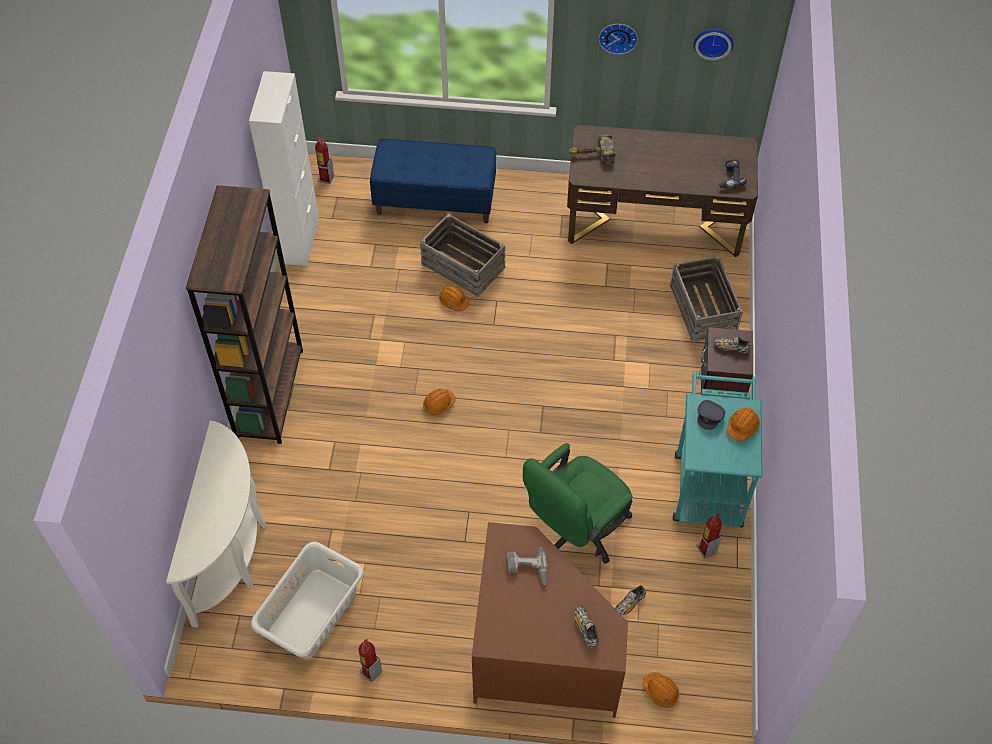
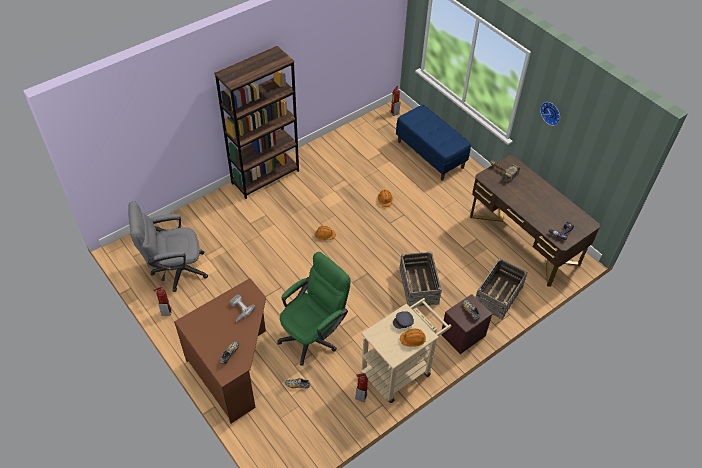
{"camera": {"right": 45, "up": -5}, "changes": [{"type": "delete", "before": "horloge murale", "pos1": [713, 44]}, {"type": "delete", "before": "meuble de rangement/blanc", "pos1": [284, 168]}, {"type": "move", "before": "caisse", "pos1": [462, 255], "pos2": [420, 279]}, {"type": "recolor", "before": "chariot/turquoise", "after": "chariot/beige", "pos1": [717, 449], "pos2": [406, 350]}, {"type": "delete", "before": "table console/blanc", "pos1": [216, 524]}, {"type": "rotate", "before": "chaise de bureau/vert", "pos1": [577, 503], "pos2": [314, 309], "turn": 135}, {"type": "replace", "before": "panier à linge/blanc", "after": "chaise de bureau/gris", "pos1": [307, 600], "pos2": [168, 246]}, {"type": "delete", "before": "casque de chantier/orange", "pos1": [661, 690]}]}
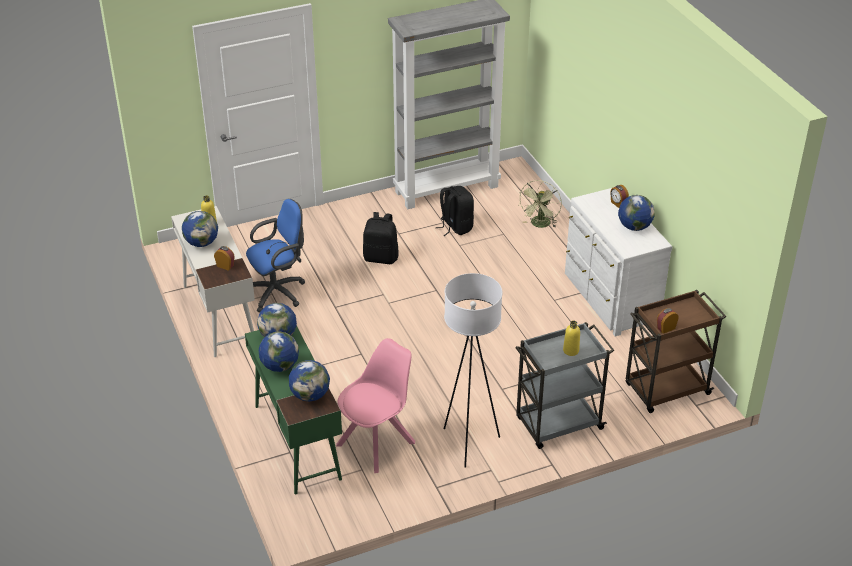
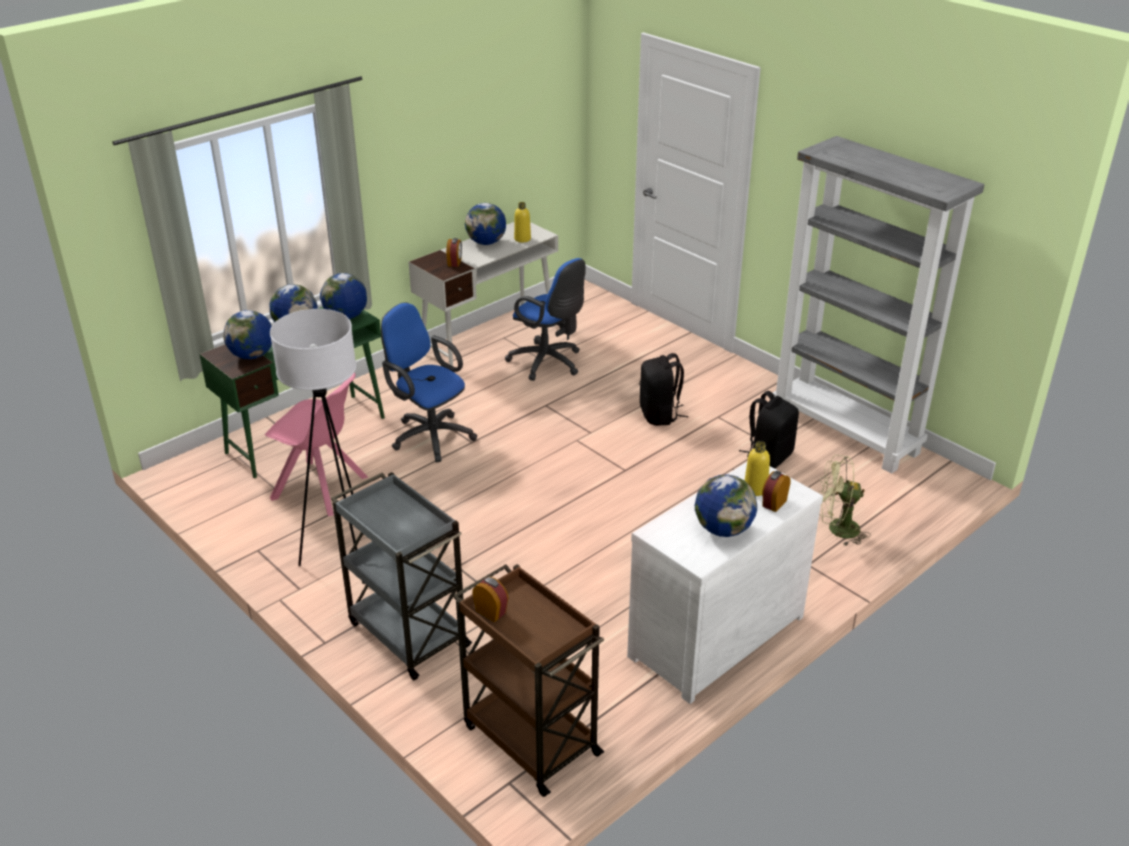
{"camera": {"right": 70, "up": -5}, "changes": [{"type": "move", "before": "bouteille/jaune", "pos1": [571, 338], "pos2": [757, 468]}, {"type": "insert", "after": "chaise de bureau/bleu", "pos2": [429, 382]}]}
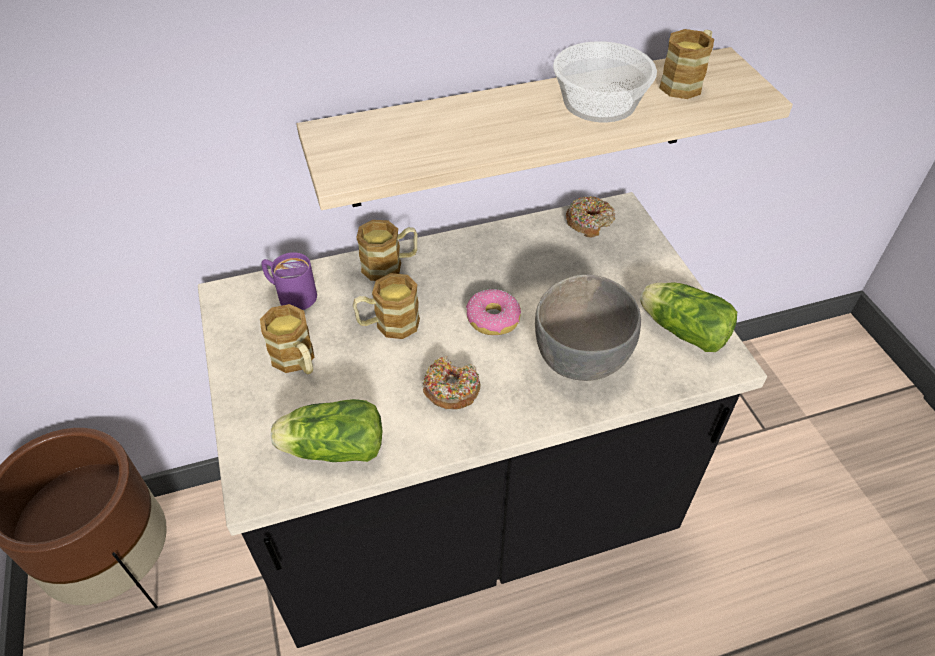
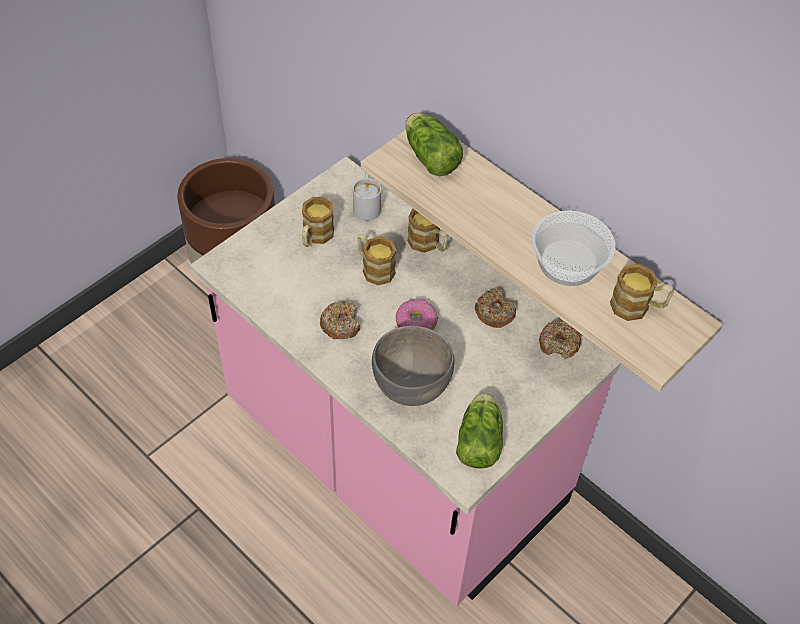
{"camera": {"right": 60, "up": 5}, "changes": [{"type": "recolor", "before": "comptoir de cuisine/noir", "after": "comptoir de cuisine/rose", "pos1": [482, 420], "pos2": [405, 382]}, {"type": "recolor", "before": "mug/violet", "after": "mug/blanc", "pos1": [289, 281], "pos2": [367, 197]}, {"type": "move", "before": "laitue", "pos1": [327, 430], "pos2": [434, 144]}, {"type": "insert", "after": "beignet", "pos2": [495, 308]}]}
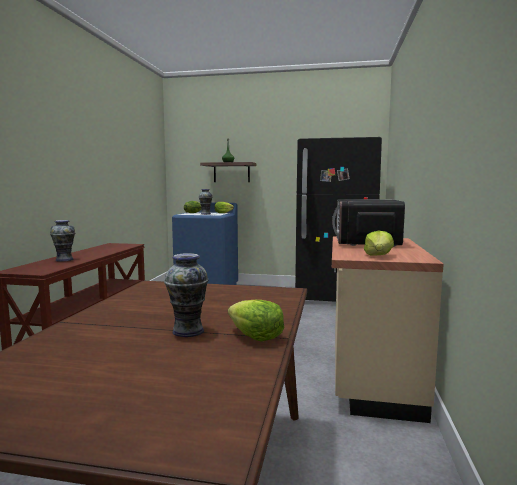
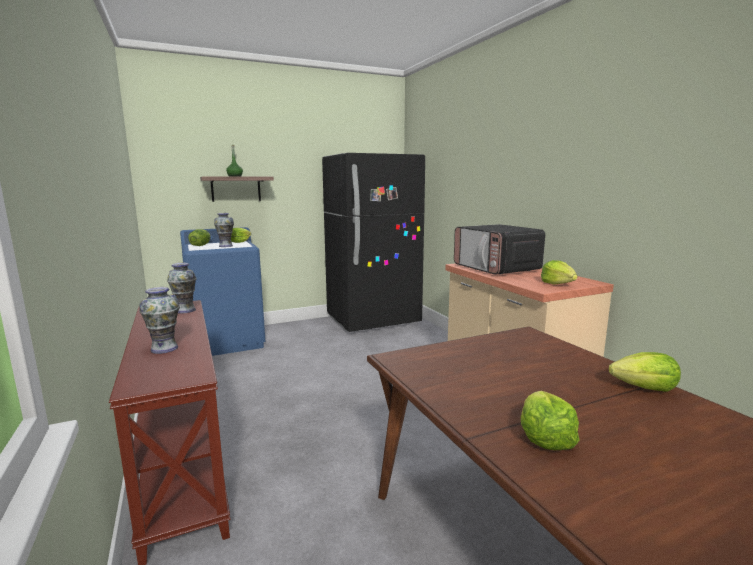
{"camera": {"right": -35, "up": 5}, "changes": [{"type": "move", "before": "vase", "pos1": [186, 295], "pos2": [182, 288]}, {"type": "insert", "after": "laitue", "pos2": [550, 420]}]}
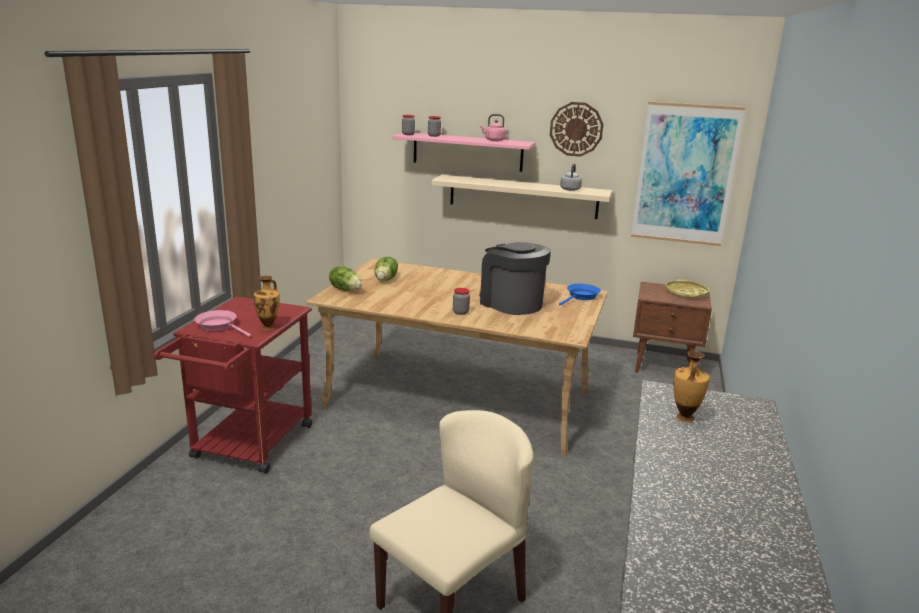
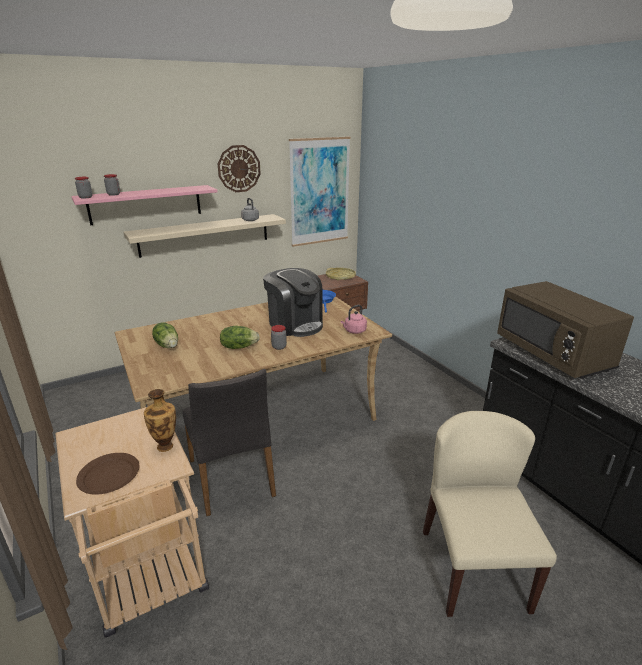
{"camera": {"right": -45, "up": 5}, "changes": [{"type": "move", "before": "bouilloire/rose", "pos1": [493, 127], "pos2": [354, 319]}, {"type": "rotate", "before": "machine à café", "pos1": [515, 278], "pos2": [293, 302], "turn": -135}, {"type": "move", "before": "laitue", "pos1": [345, 279], "pos2": [240, 337]}, {"type": "recolor", "before": "chariot/rouge", "after": "chariot/beige", "pos1": [233, 384], "pos2": [132, 522]}, {"type": "replace", "before": "poêle/rose", "after": "assiette/marron", "pos1": [223, 323], "pos2": [107, 473]}, {"type": "replace", "before": "vase", "after": "micro-ondes/marron", "pos1": [691, 386], "pos2": [565, 330]}, {"type": "insert", "after": "chaise/gris", "pos2": [229, 442]}]}
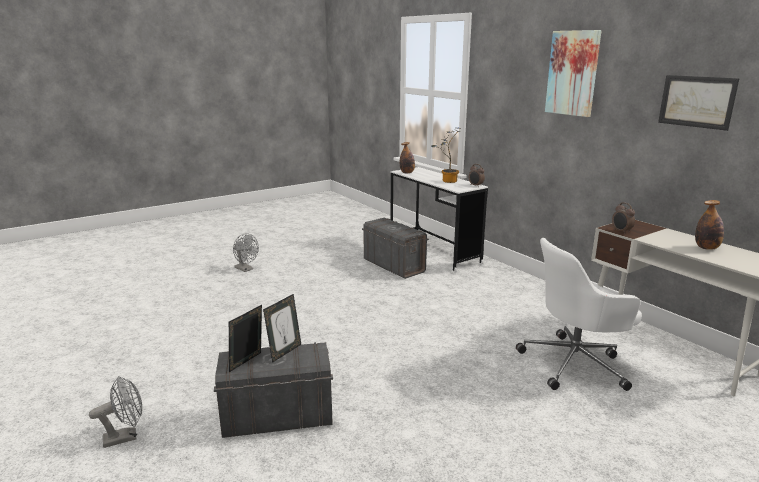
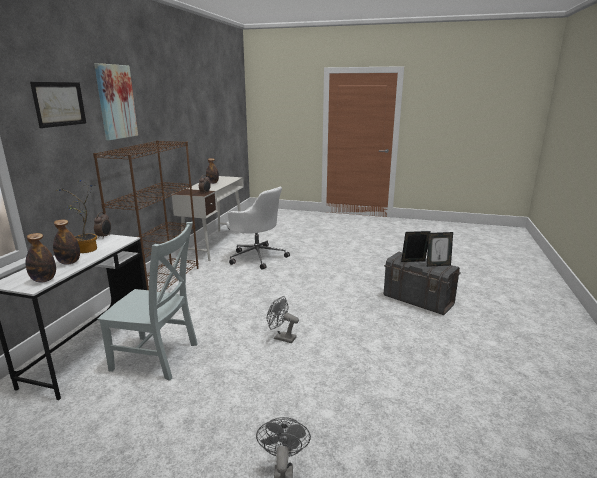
{"camera": {"right": -130, "up": 0}, "changes": [{"type": "move", "before": "tableau", "pos1": [699, 103], "pos2": [58, 105]}, {"type": "replace", "before": "boîte de rangement/gris", "after": "chaise/gris", "pos1": [395, 248], "pos2": [147, 301]}, {"type": "move", "before": "ventilateur/gris", "pos1": [115, 412], "pos2": [283, 319]}, {"type": "insert", "after": "bibliothèque/marron", "pos2": [146, 216]}, {"type": "insert", "after": "bouteille", "pos2": [66, 242]}]}
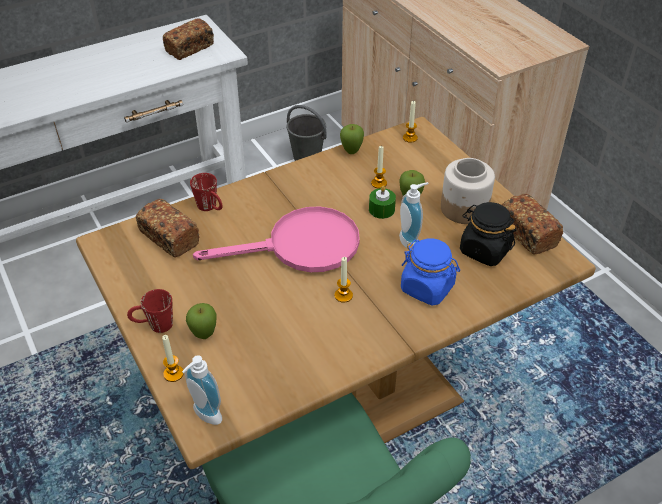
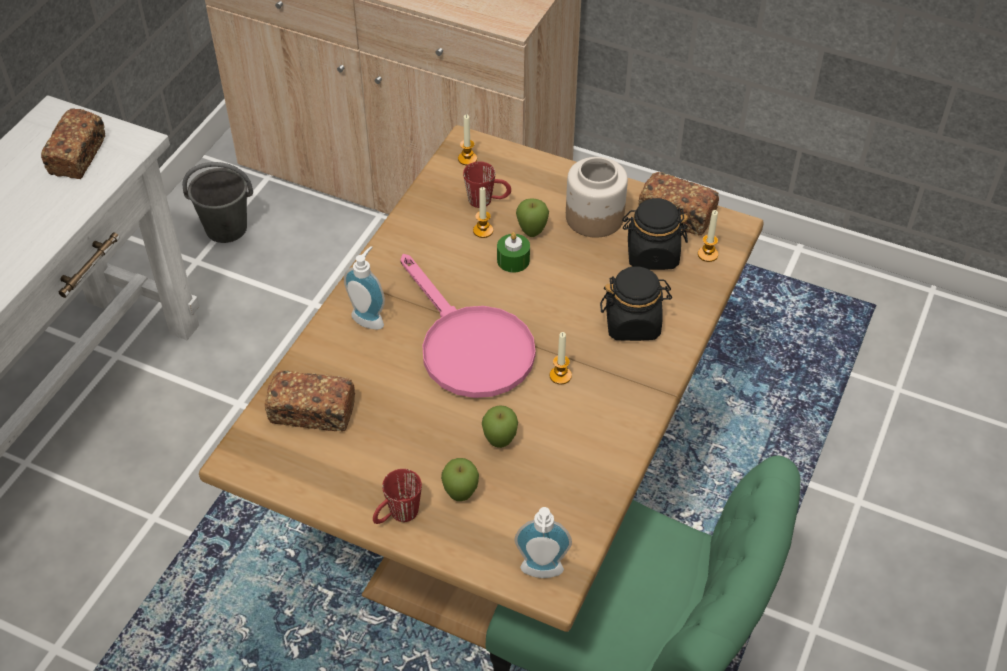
{"camera": {"right": -35, "up": 5}, "changes": [{"type": "move", "before": "pomme", "pos1": [352, 139], "pos2": [500, 426]}, {"type": "move", "before": "mug/rouge", "pos1": [206, 192], "pos2": [487, 184]}, {"type": "move", "before": "distributeur de savon", "pos1": [414, 215], "pos2": [364, 288]}, {"type": "rotate", "before": "poêle/rose", "pos1": [276, 239], "pos2": [468, 326], "turn": 105}, {"type": "recolor", "before": "bocal/bleu", "after": "bocal/noir", "pos1": [430, 272], "pos2": [636, 303]}, {"type": "move", "before": "bougie", "pos1": [173, 358], "pos2": [708, 236]}]}
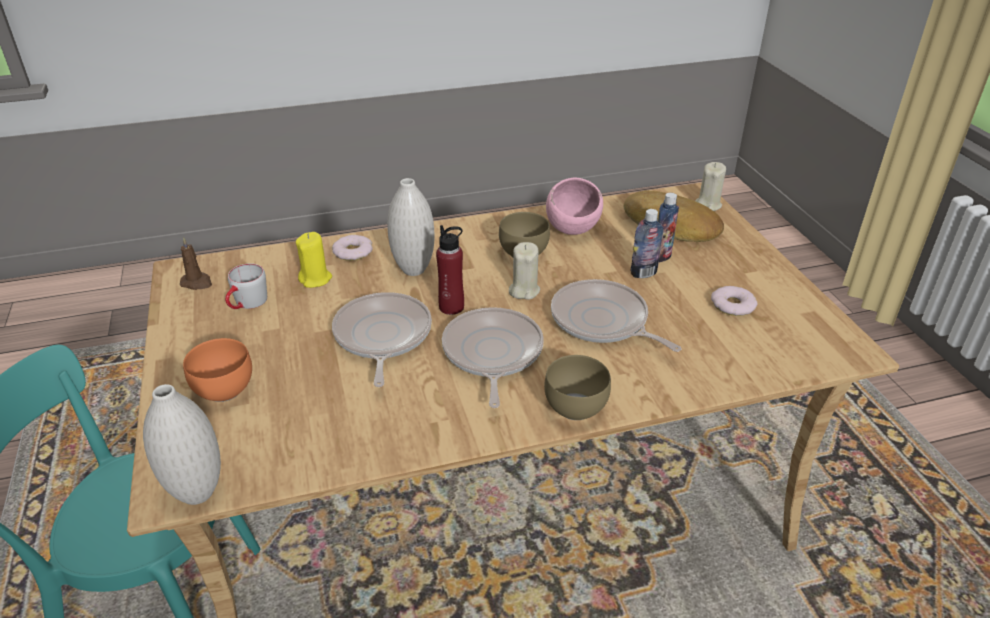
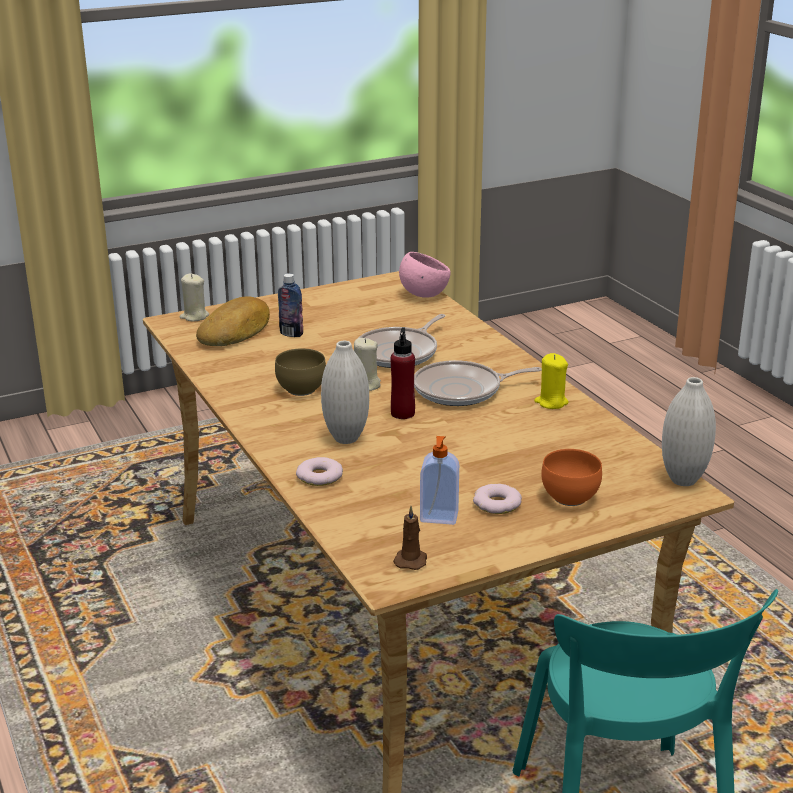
{"camera": {"right": -100, "up": -10}, "changes": [{"type": "move", "before": "bol/rose", "pos1": [574, 206], "pos2": [424, 275]}, {"type": "delete", "before": "bouteille", "pos1": [647, 243]}, {"type": "move", "before": "bougie/jaune", "pos1": [314, 260], "pos2": [551, 381]}, {"type": "replace", "before": "mug/gris", "after": "distributeur de savon", "pos1": [246, 286], "pos2": [439, 480]}, {"type": "move", "before": "beignet", "pos1": [734, 301], "pos2": [497, 499]}, {"type": "delete", "before": "poêle", "pos1": [382, 339]}, {"type": "delete", "before": "bol/marron", "pos1": [577, 387]}]}
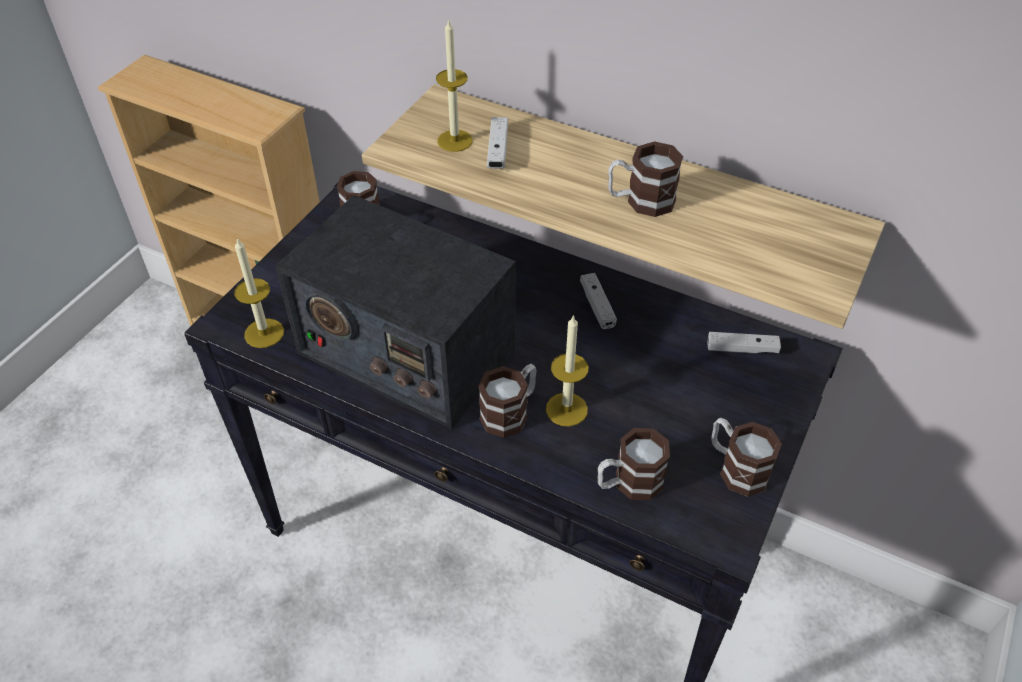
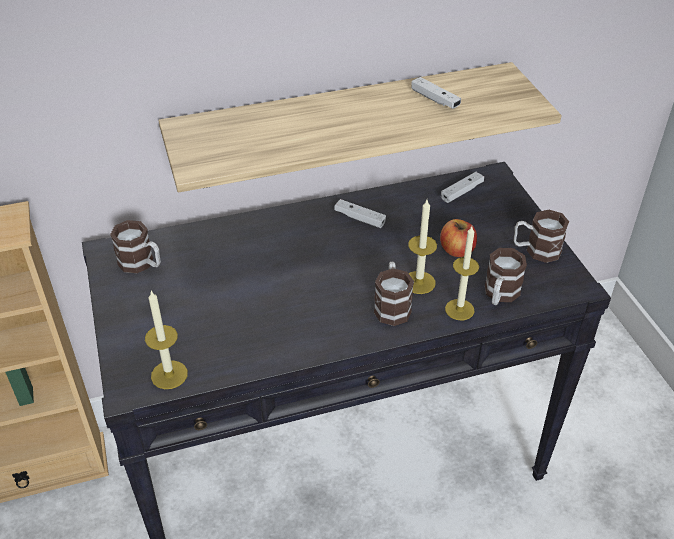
{"camera": {"right": -45, "up": -5}, "changes": [{"type": "move", "before": "bougie", "pos1": [454, 85], "pos2": [462, 273]}, {"type": "move", "before": "manette/blanc", "pos1": [497, 143], "pos2": [436, 93]}, {"type": "delete", "before": "mug", "pos1": [645, 179]}, {"type": "delete", "before": "radio", "pos1": [396, 312]}, {"type": "insert", "after": "pomme", "pos2": [458, 238]}]}
